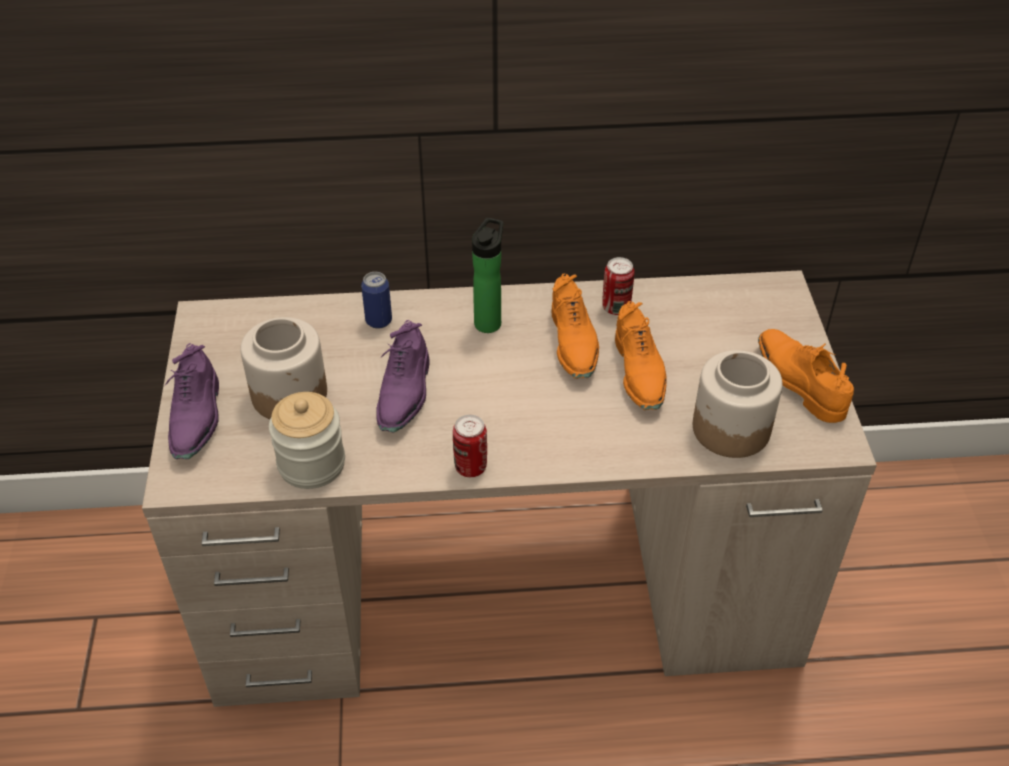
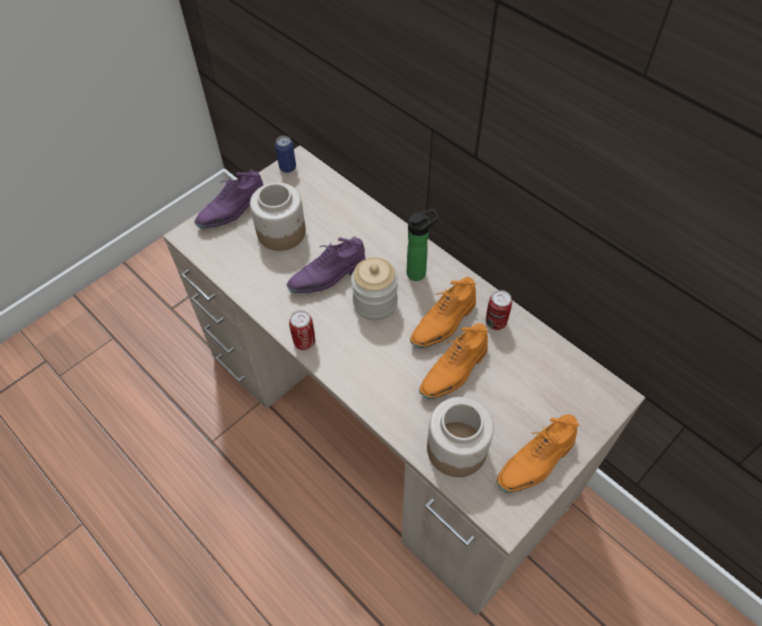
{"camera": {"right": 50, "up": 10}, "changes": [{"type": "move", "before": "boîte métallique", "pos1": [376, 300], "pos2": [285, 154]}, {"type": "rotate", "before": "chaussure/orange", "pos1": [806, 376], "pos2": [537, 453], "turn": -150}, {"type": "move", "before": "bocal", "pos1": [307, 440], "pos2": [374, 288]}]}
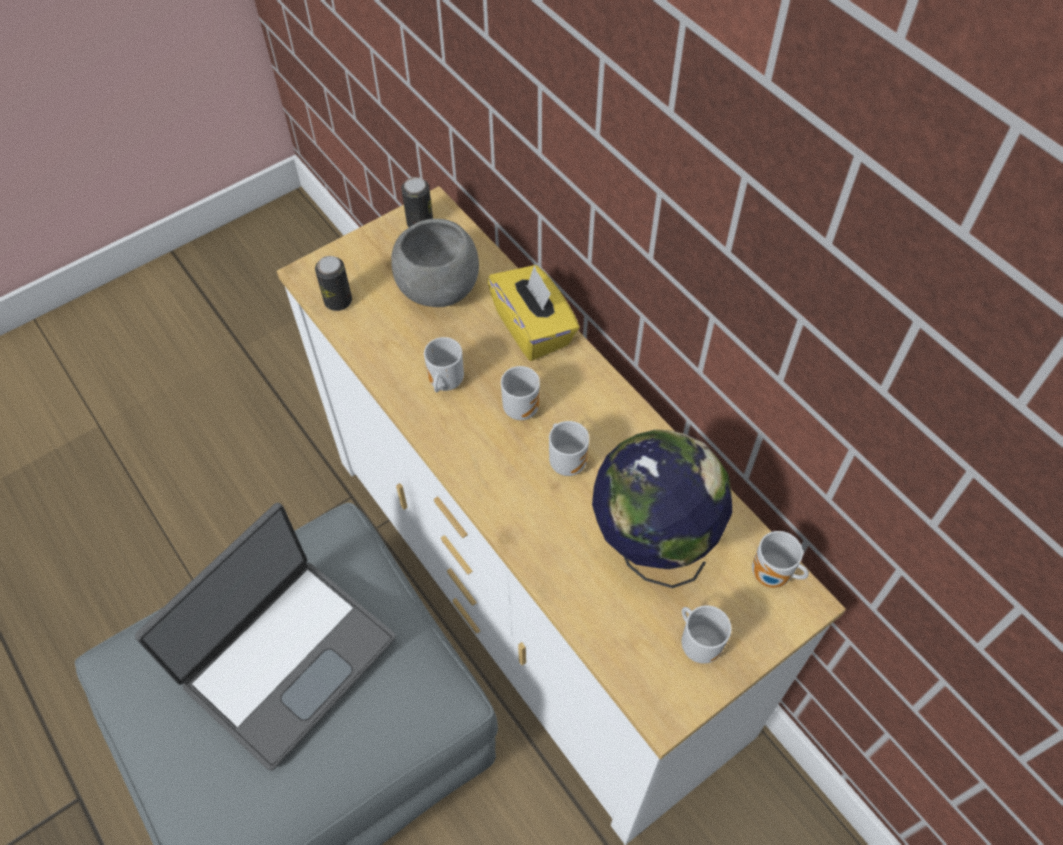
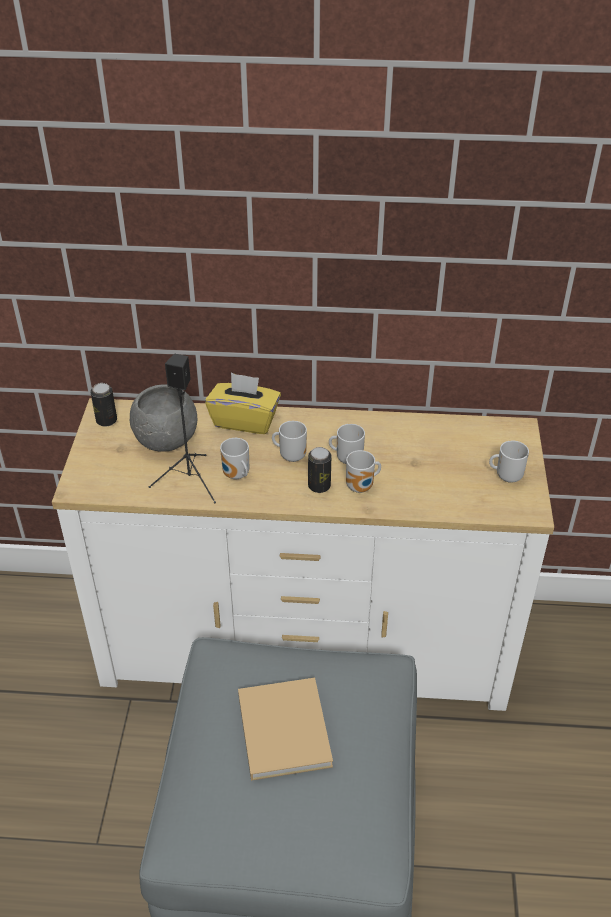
{"camera": {"right": -50, "up": -15}, "changes": [{"type": "move", "before": "boîte métallique", "pos1": [333, 283], "pos2": [319, 470]}, {"type": "delete", "before": "globe", "pos1": [662, 508]}, {"type": "replace", "before": "ordinateur portable", "after": "livre/beige", "pos1": [265, 637], "pos2": [285, 729]}, {"type": "move", "before": "mug", "pos1": [780, 559], "pos2": [363, 471]}, {"type": "insert", "after": "enceinte/noir", "pos2": [182, 428]}]}
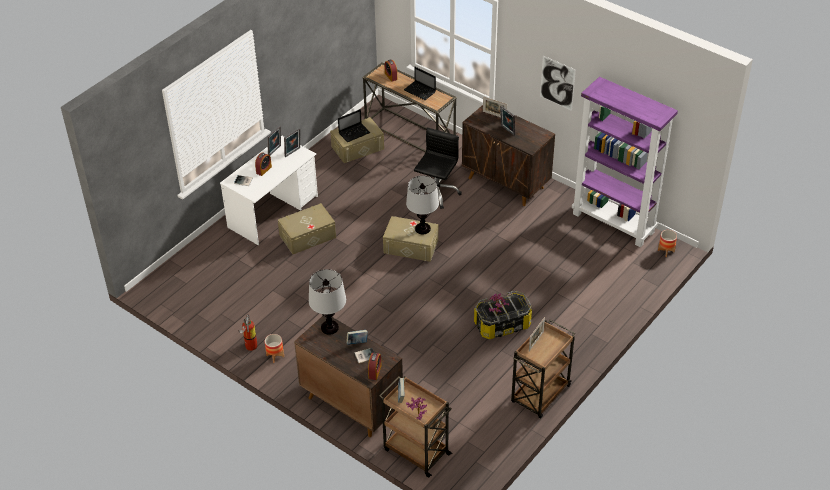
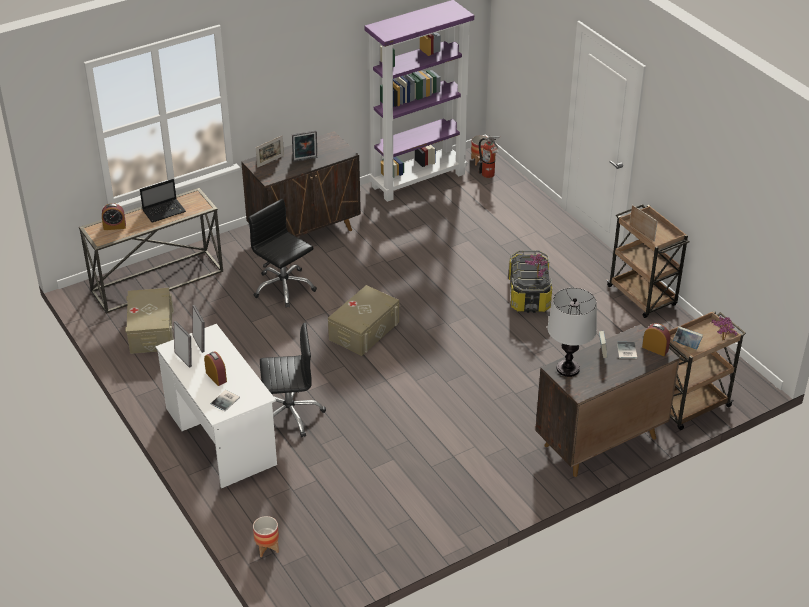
{"camera": {"right": -70, "up": -5}, "changes": [{"type": "delete", "before": "tableau", "pos1": [558, 83]}, {"type": "delete", "before": "ordinateur portable", "pos1": [354, 125]}, {"type": "delete", "before": "lampe de table", "pos1": [422, 205]}, {"type": "replace", "before": "boîte de rangement/beige", "after": "chaise de bureau/noir", "pos1": [307, 228], "pos2": [293, 380]}, {"type": "move", "before": "extincteur", "pos1": [248, 332], "pos2": [490, 157]}, {"type": "move", "before": "cache-pot", "pos1": [274, 348], "pos2": [266, 536]}]}
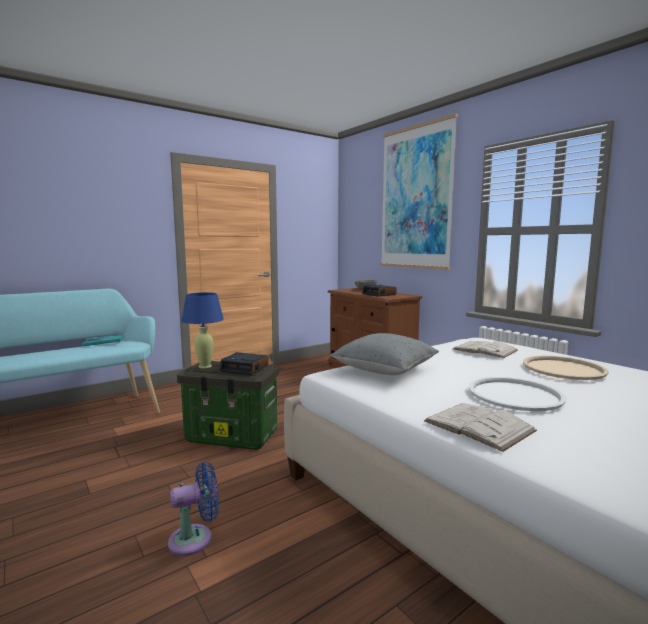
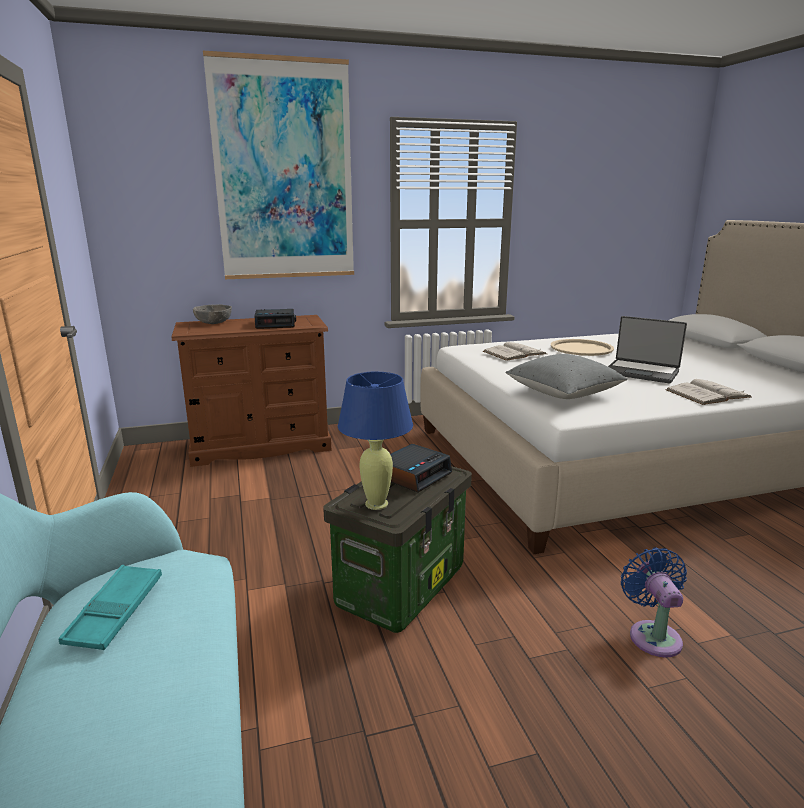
{"camera": {"right": -70, "up": 10}, "changes": [{"type": "replace", "before": "plateau/blanc", "after": "ordinateur portable", "pos1": [517, 394], "pos2": [647, 349]}]}
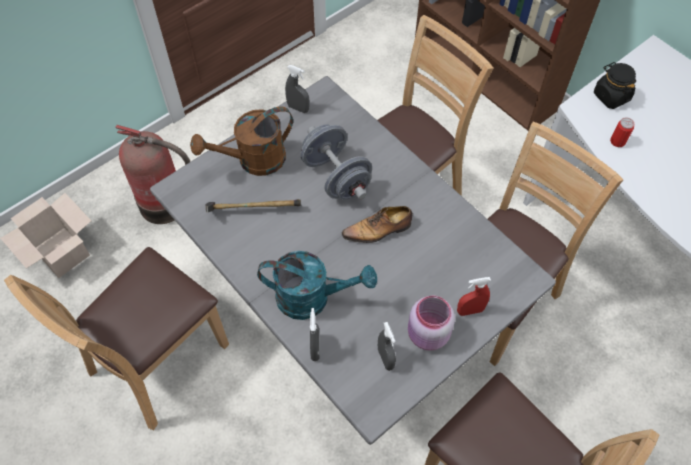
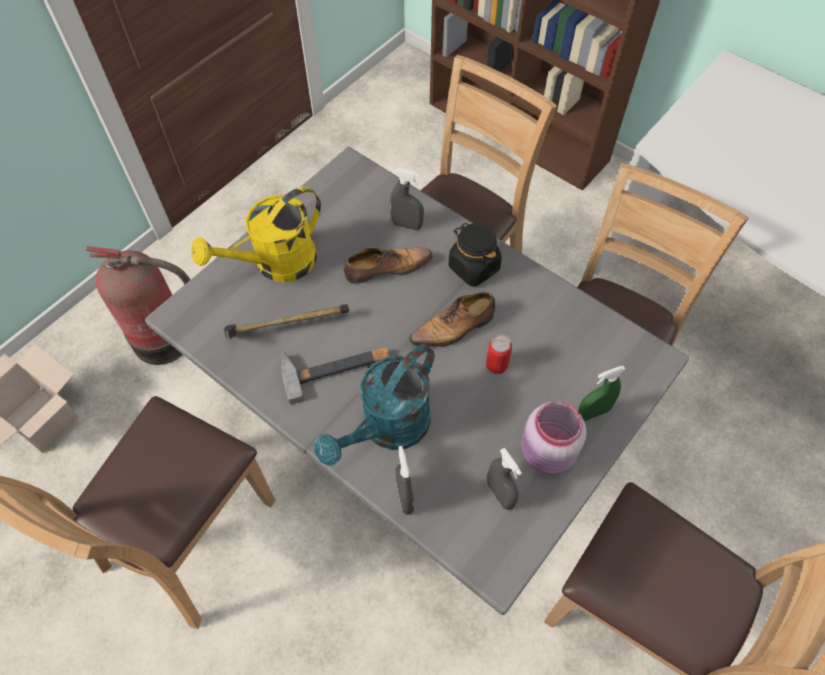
{"camera": {"right": -10, "up": 0}, "changes": [{"type": "move", "before": "bocal/noir", "pos1": [615, 85], "pos2": [475, 254]}, {"type": "move", "before": "vaporisateur/gris", "pos1": [297, 89], "pos2": [407, 199]}, {"type": "recolor", "before": "arrosoir/marron", "after": "arrosoir/jaune", "pos1": [241, 141], "pos2": [256, 234]}, {"type": "move", "before": "boîte métallique", "pos1": [622, 132], "pos2": [499, 354]}, {"type": "replace", "before": "haltère/gris", "after": "chaussure", "pos1": [336, 162], "pos2": [388, 265]}, {"type": "rotate", "before": "arrosoir/turquoise", "pos1": [317, 285], "pos2": [374, 405], "turn": 135}, {"type": "recolor", "before": "vaporisateur/rouge", "after": "vaporisateur/vert", "pos1": [474, 296], "pos2": [602, 393]}, {"type": "insert", "after": "marteau", "pos2": [335, 376]}]}
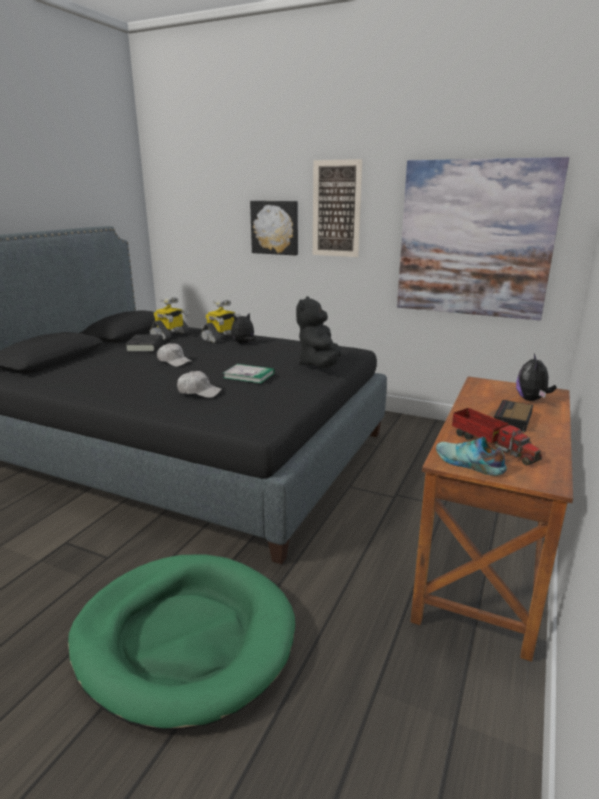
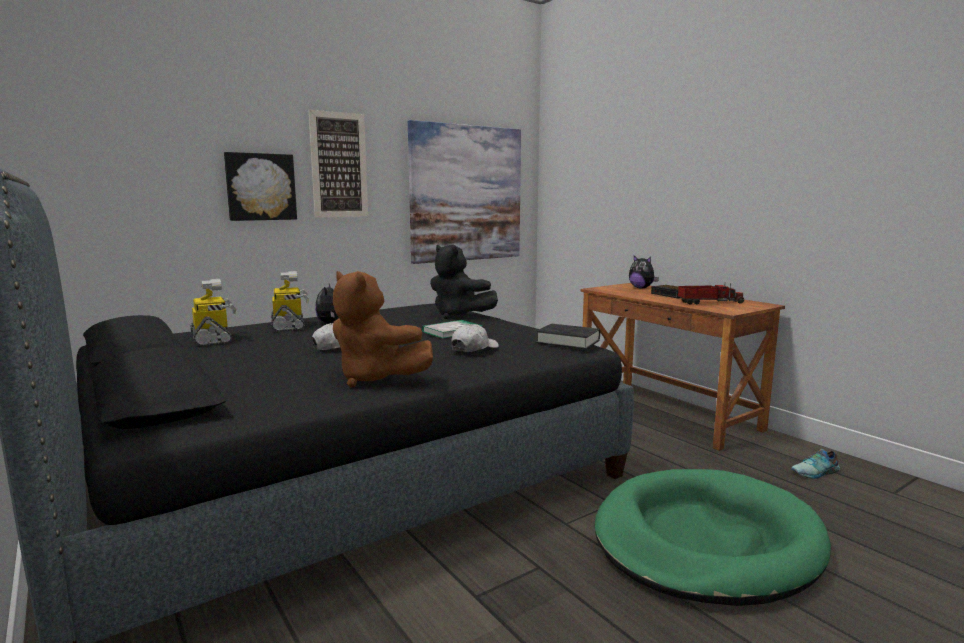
{"camera": {"right": -60, "up": -10}, "changes": [{"type": "move", "before": "livre/noir", "pos1": [144, 343], "pos2": [568, 336]}, {"type": "move", "before": "chaussure", "pos1": [471, 456], "pos2": [815, 464]}, {"type": "insert", "after": "peluche/marron", "pos2": [383, 329]}]}
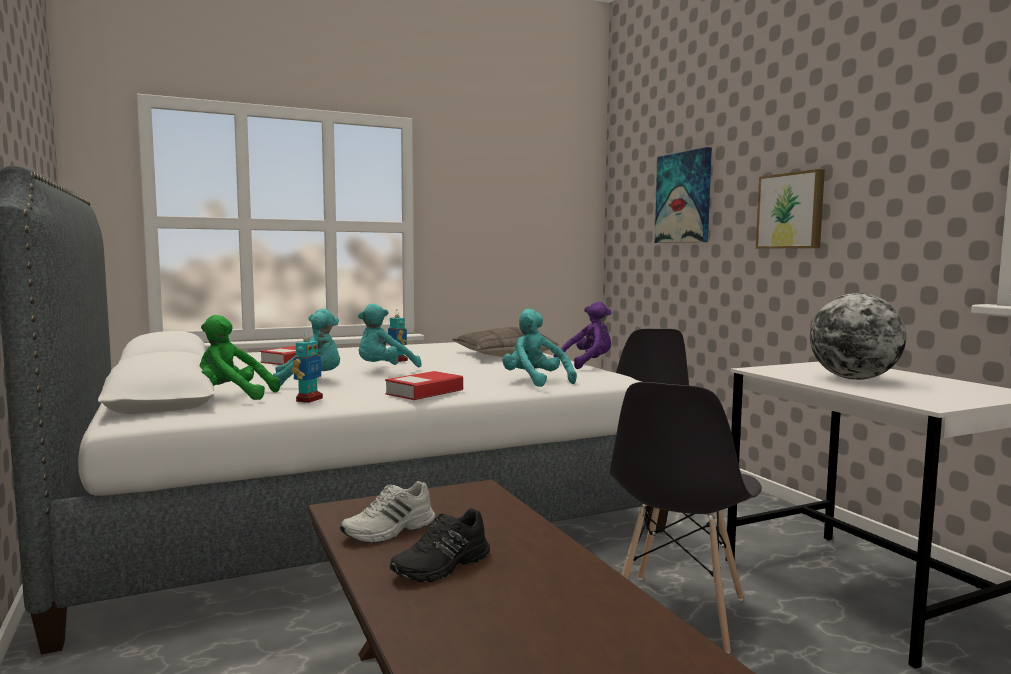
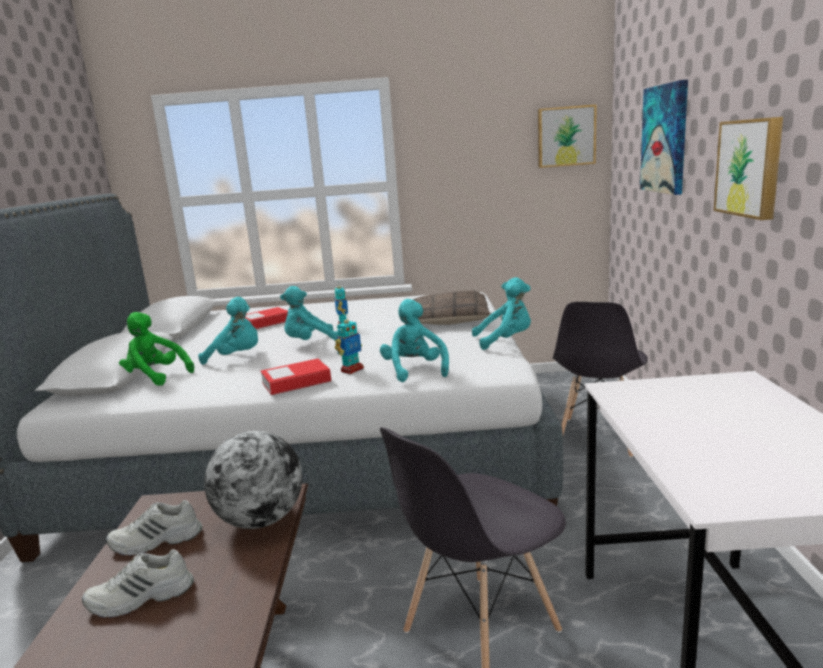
{"camera": {"right": 25, "up": 10}, "changes": [{"type": "move", "before": "globe", "pos1": [858, 336], "pos2": [253, 480]}, {"type": "recolor", "before": "peluche/violet", "after": "peluche/turquoise", "pos1": [583, 335], "pos2": [501, 313]}, {"type": "move", "before": "robot jouet", "pos1": [307, 367], "pos2": [349, 346]}, {"type": "recolor", "before": "chaussure/noir", "after": "chaussure/blanc", "pos1": [440, 545], "pos2": [138, 583]}, {"type": "insert", "after": "tableau", "pos2": [567, 136]}]}
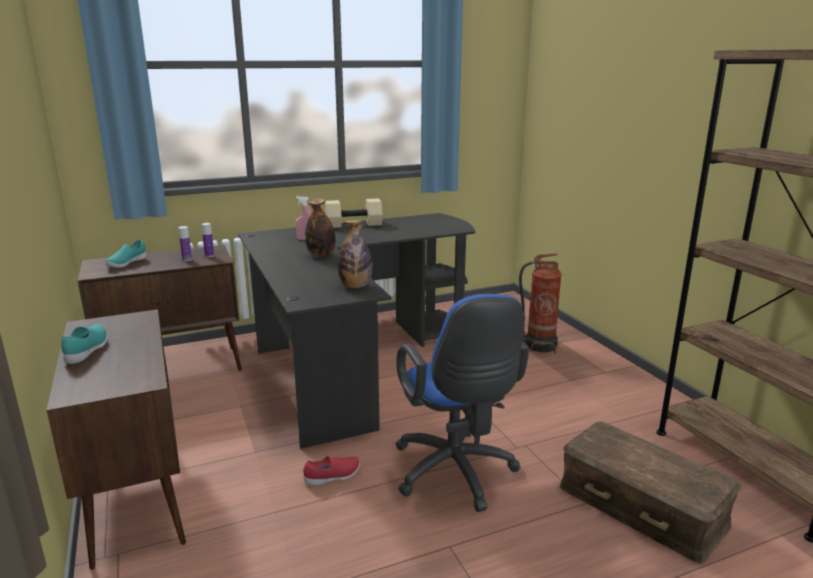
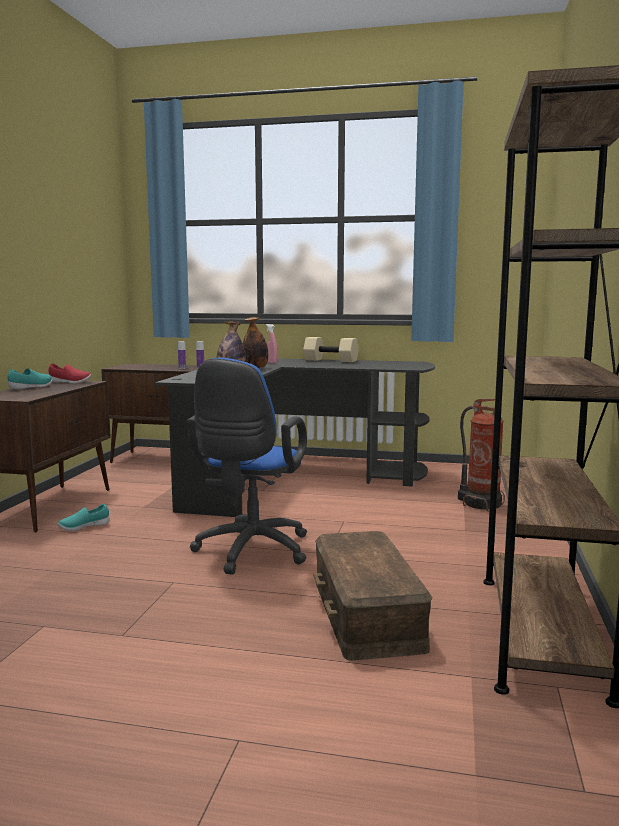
{"camera": {"right": 35, "up": -10}, "changes": [{"type": "move", "before": "chaussure/turquoise", "pos1": [126, 253], "pos2": [83, 517]}, {"type": "move", "before": "chaussure/rouge", "pos1": [331, 471], "pos2": [69, 373]}]}
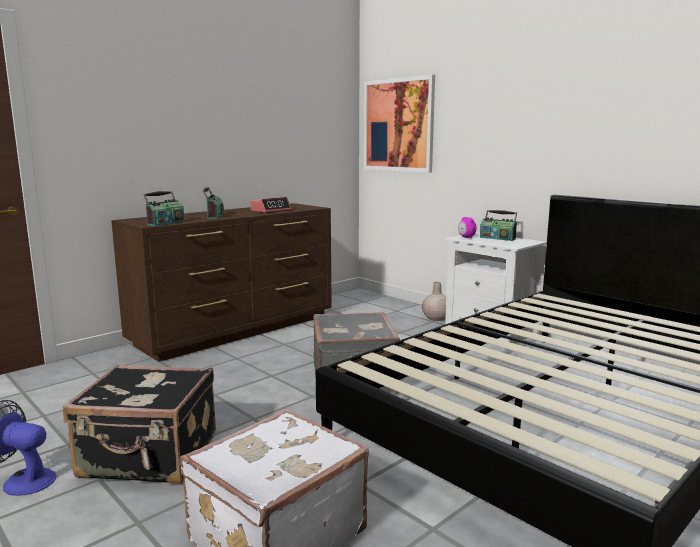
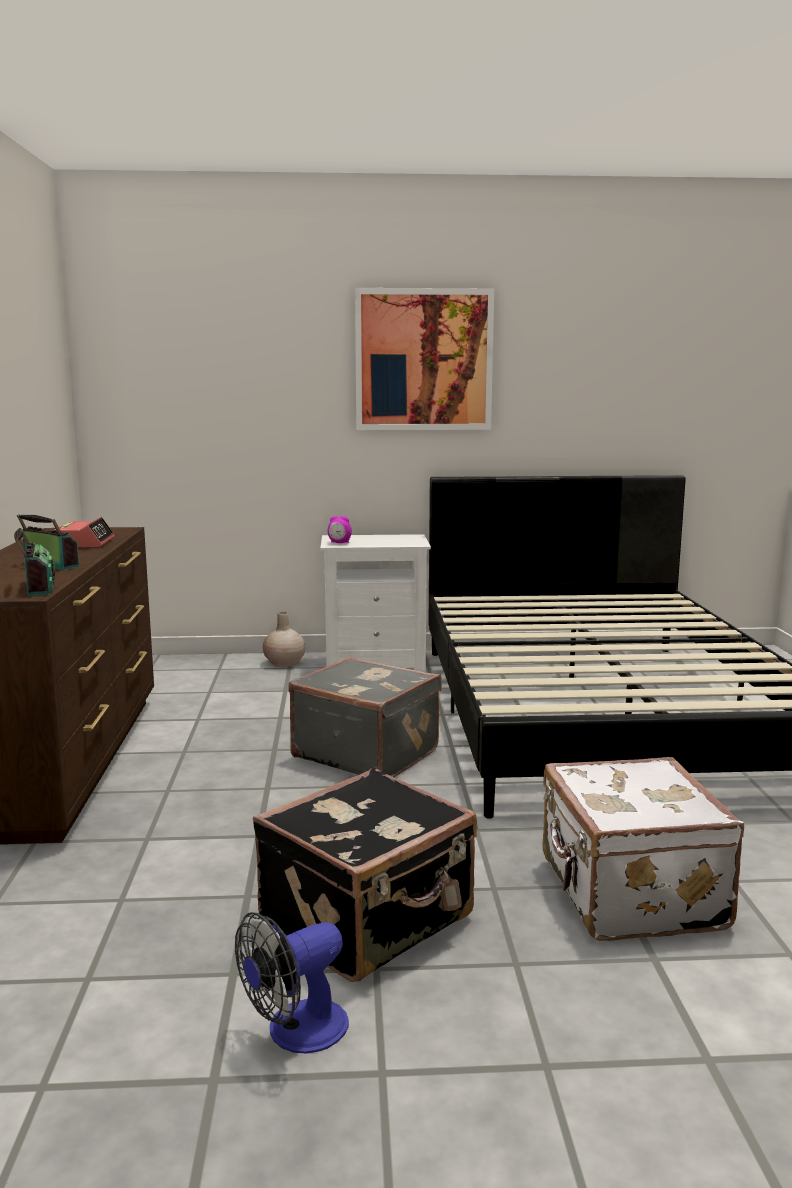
{"camera": {"right": -50, "up": 0}, "changes": [{"type": "move", "before": "tableau", "pos1": [399, 124], "pos2": [424, 359]}, {"type": "delete", "before": "radio", "pos1": [498, 225]}]}
